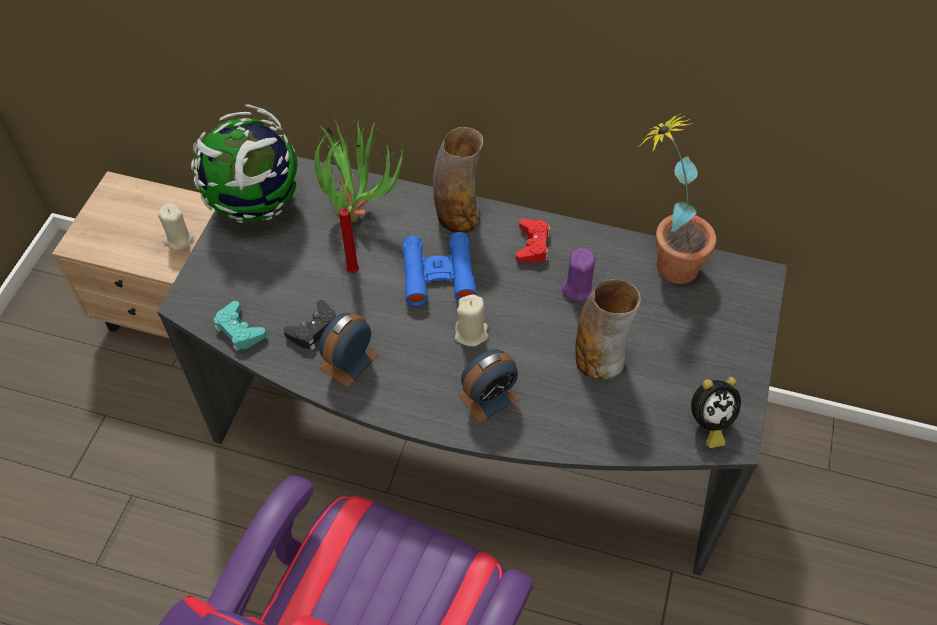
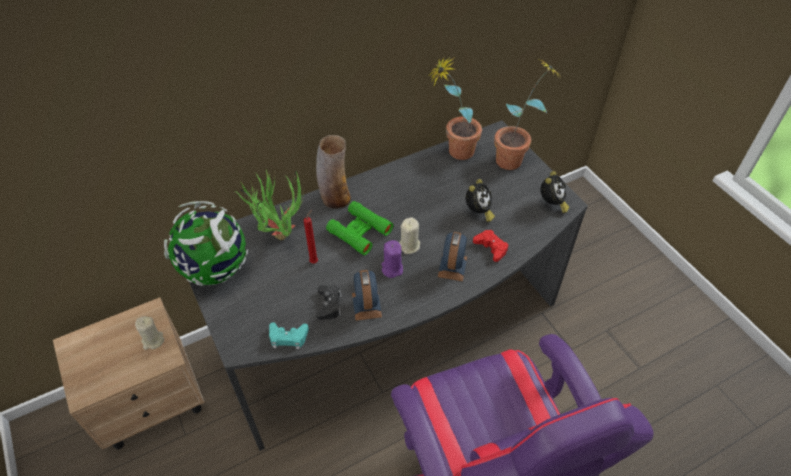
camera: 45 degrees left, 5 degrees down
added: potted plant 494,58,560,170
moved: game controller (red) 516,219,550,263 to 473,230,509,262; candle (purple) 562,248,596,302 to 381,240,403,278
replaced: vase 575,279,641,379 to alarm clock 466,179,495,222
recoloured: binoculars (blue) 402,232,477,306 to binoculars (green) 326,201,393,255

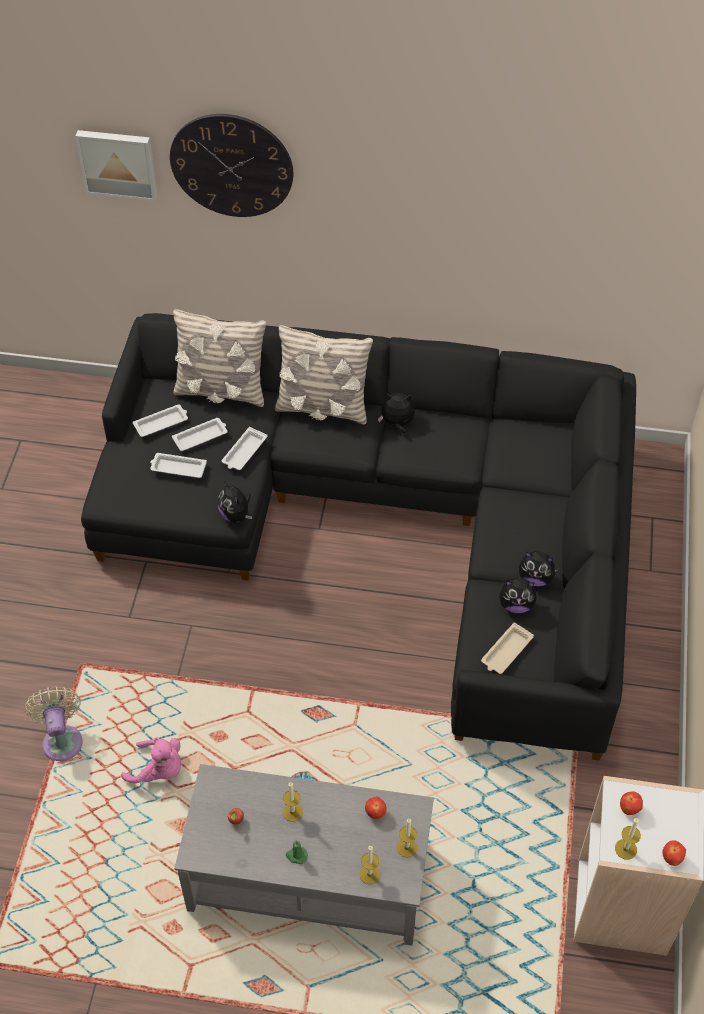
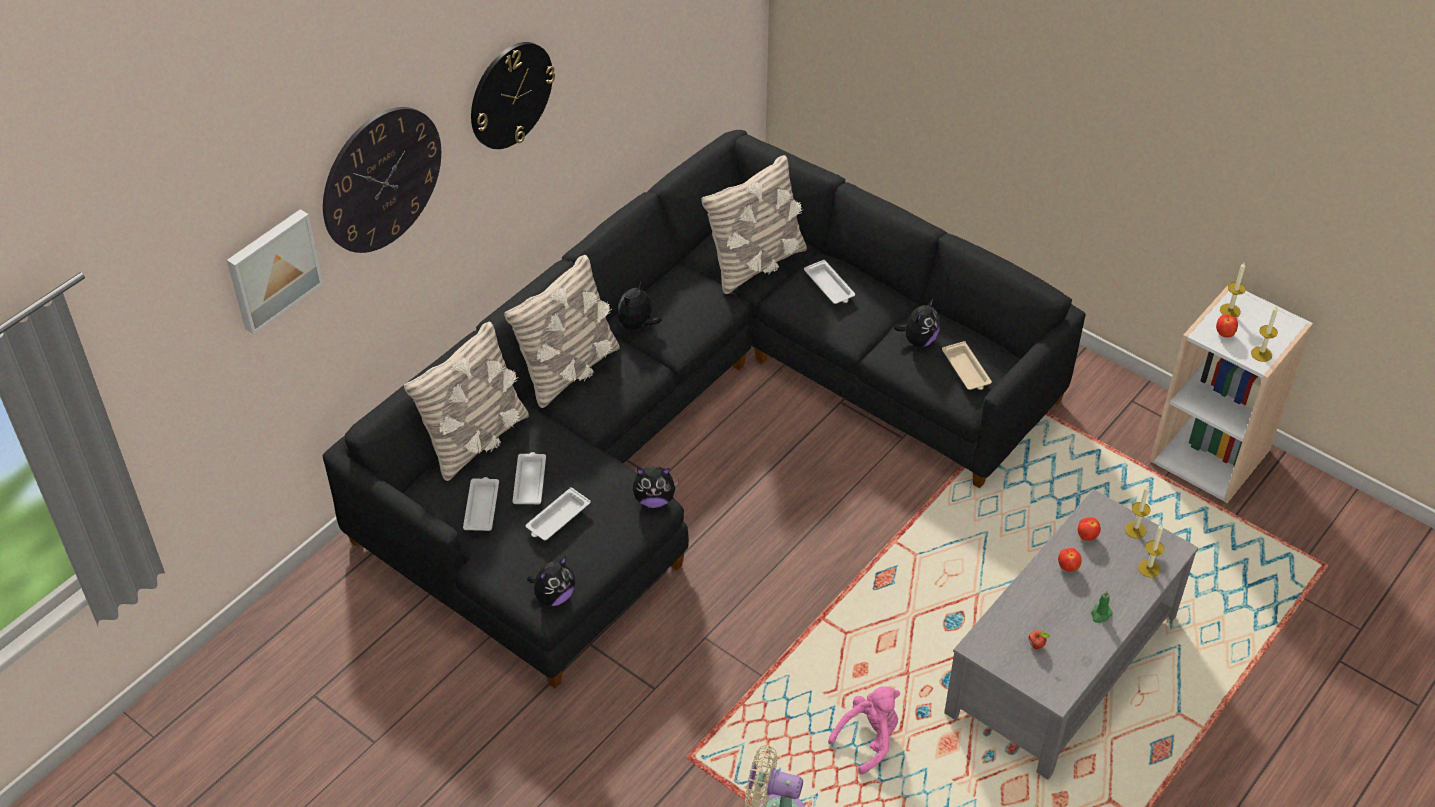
camera: 60 degrees left, 5 degrees down
added: wall clock 471,42,555,149; pillow (beige) 701,155,807,294
moved: tray (white) 222,427,267,470 to 804,260,855,304; candle 283,782,303,822 to 1220,263,1246,317; plush toy 519,551,560,587 to 527,556,575,606; apple 663,840,686,866 to 1058,548,1082,572

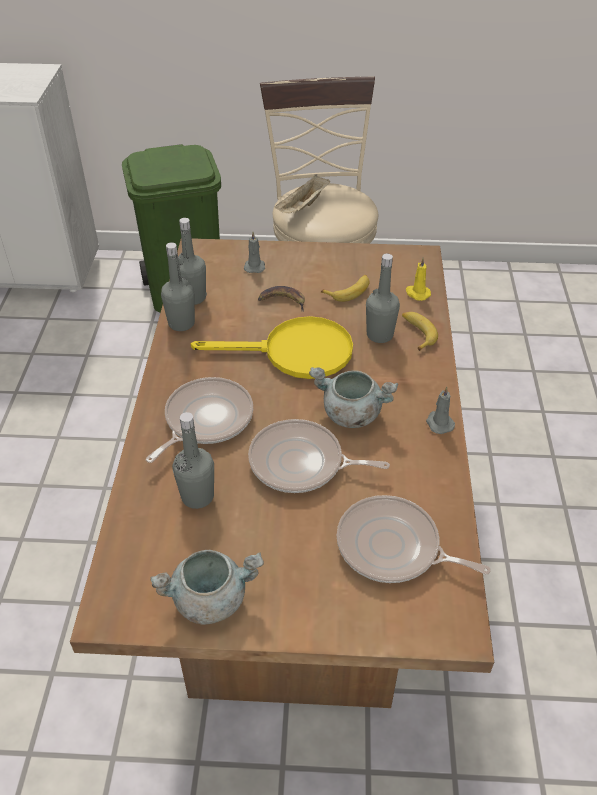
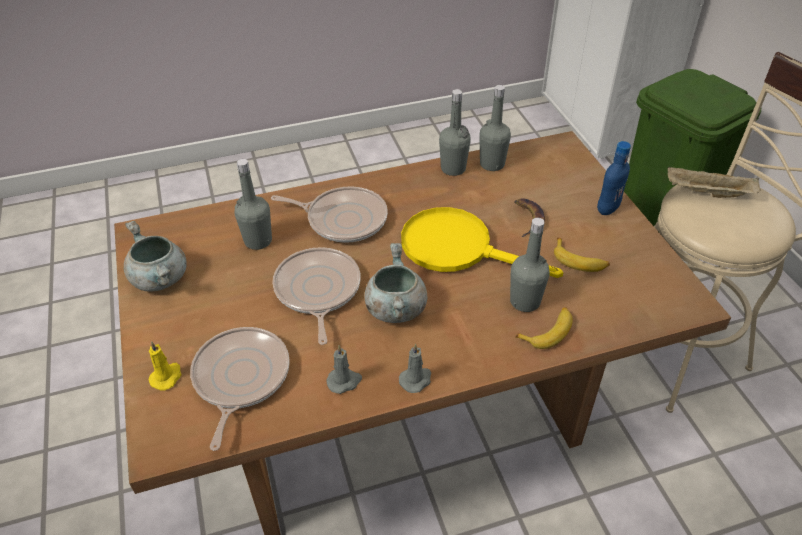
camera: 70 degrees right, 0 degrees up
added: bottle (blue) 597,141,631,215
moved: candle (grey) 244,232,265,273 to 326,345,362,394; candle (yellow) 406,258,431,301 to 148,341,182,391
turned: frying pan (yellow) 191,316,353,379 = 401,207,563,278 135 degrees clockwise

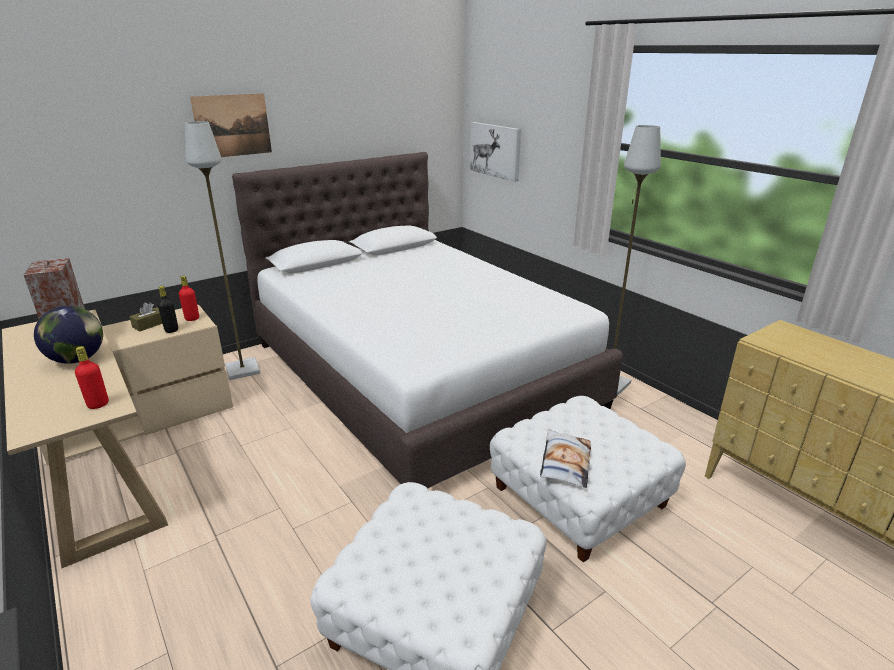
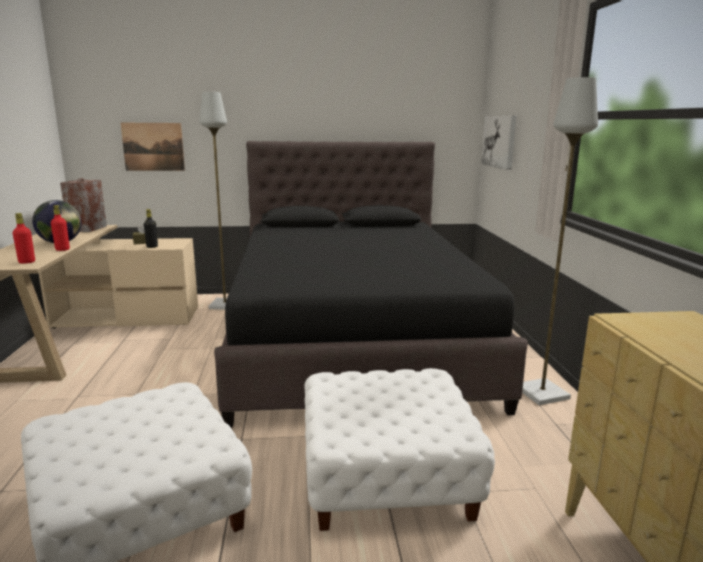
camera: 30 degrees right, 10 degrees down
removed: pillow 540,429,591,488
moved: bottle (red) 179,276,199,321 to 51,205,70,251; picture 190,93,272,157 to 121,123,185,171
recoloured: bed (white) 232,152,623,489 to bed (black) 214,141,528,428

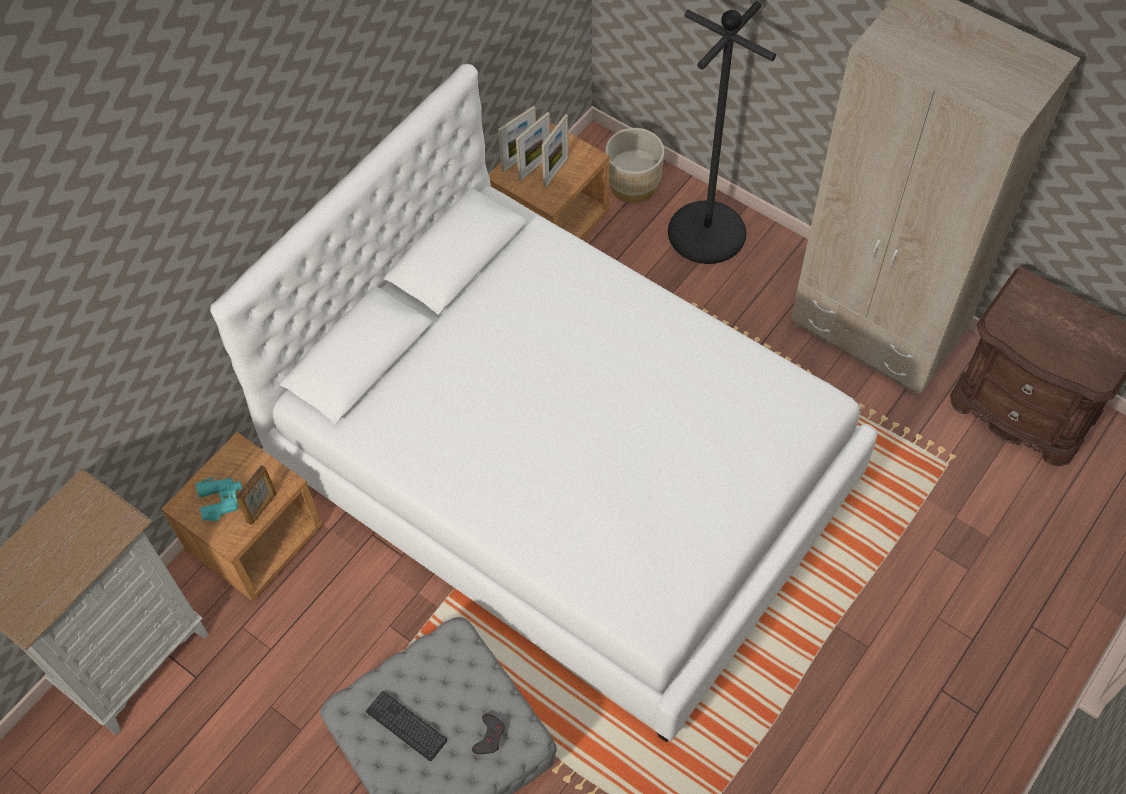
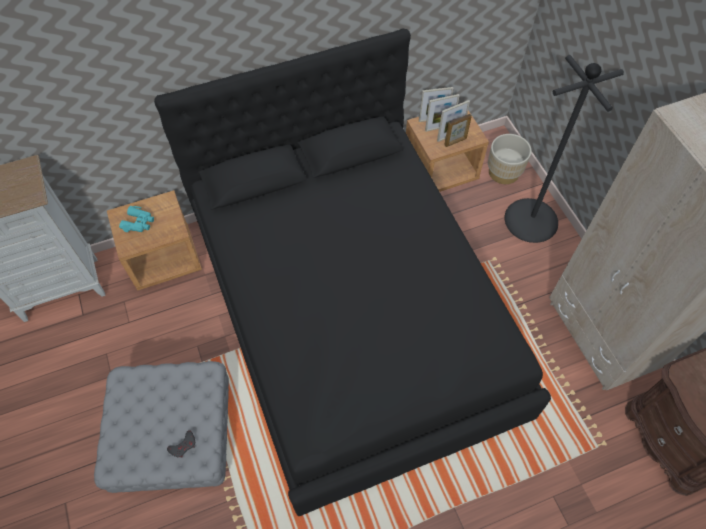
camera: 30 degrees right, 0 degrees up
removed: keyboard 366,691,447,761
moved: picture frame 235,465,276,525 to 444,114,472,147
recoloured: bed (white) 210,64,878,742 to bed (black) 154,28,551,516

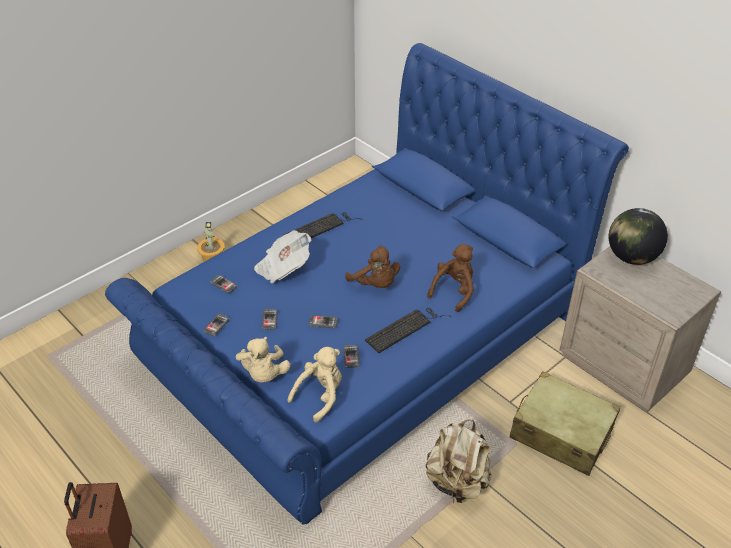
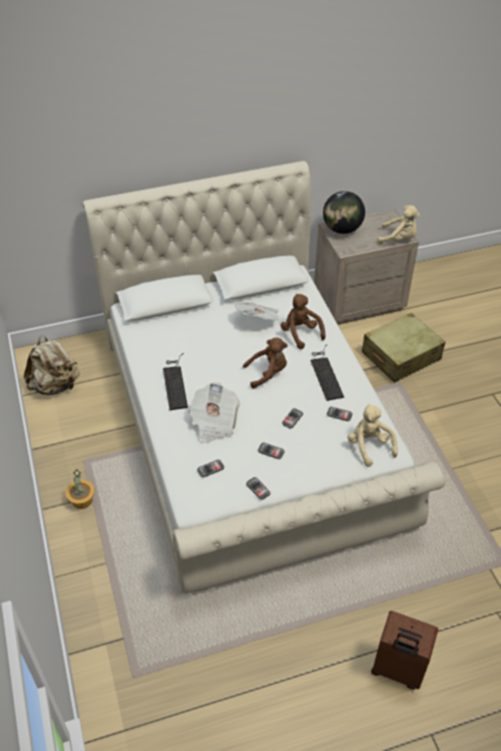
camera: 65 degrees left, 5 degrees up
added: newspaper 235,303,280,320
moved: plush toy (beige) 236,337,291,383 to 377,205,420,244; backpack (beige) 426,419,492,504 to 24,335,80,395
recoloured: bed (blue) 105,43,629,525 to bed (beige) 82,161,445,594

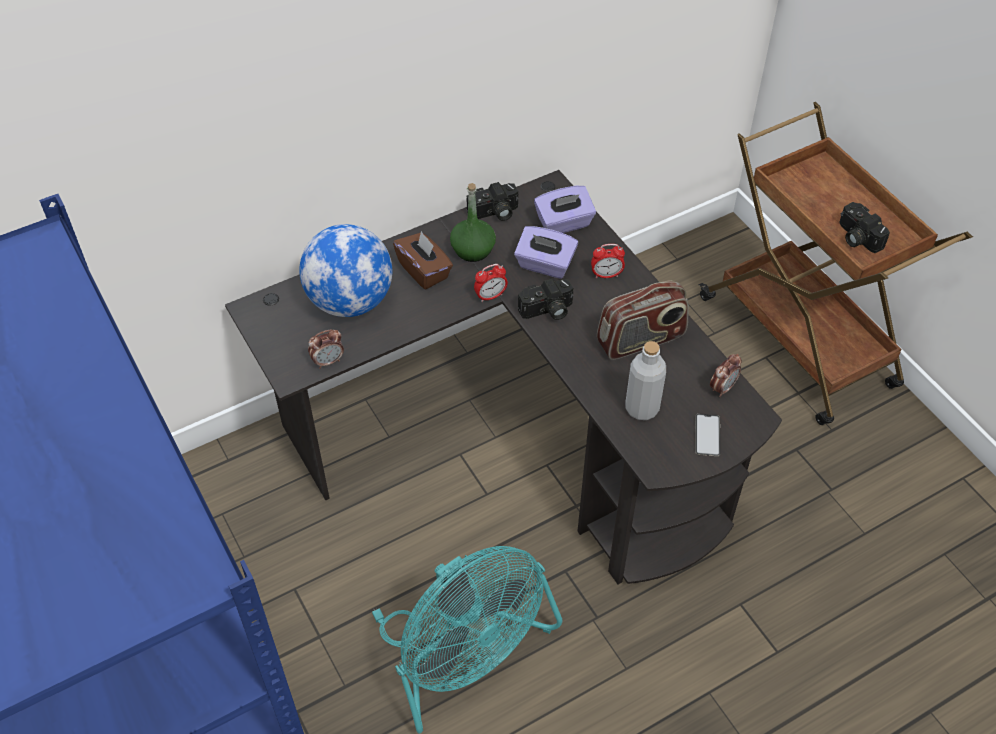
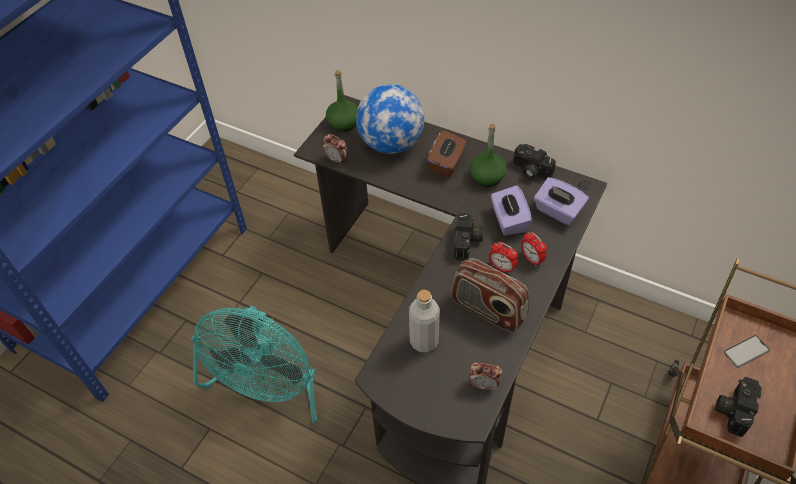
camera: 60 degrees right, 0 degrees up
added: bottle (green) 326,70,358,132
moved: alarm clock 474,264,508,302 to 489,242,518,273; phone 695,414,720,456 to 724,335,770,368
turned: photo camera 518,279,573,320 = 454,213,484,260 120 degrees counterclockwise

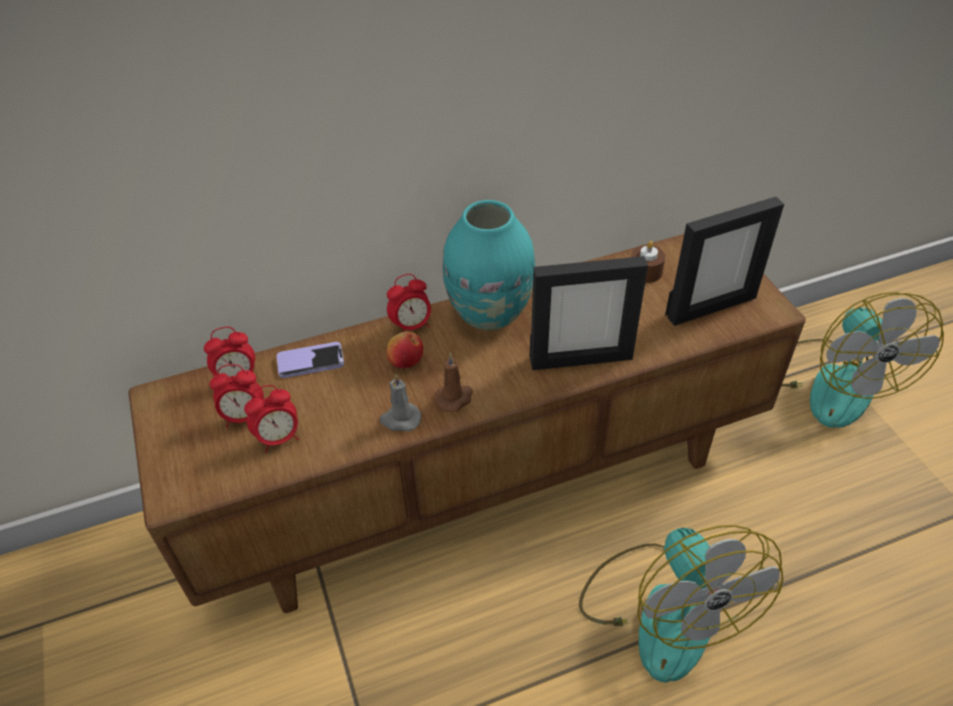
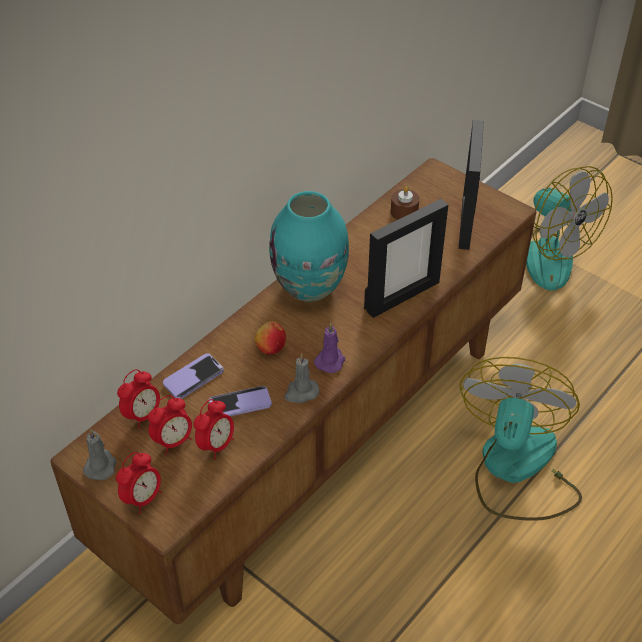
camera: 30 degrees left, 0 degrees up
added: candle (grey) 83,429,116,480; phone 209,386,272,416
moved: alarm clock 387,274,431,332 to 116,452,161,514
recoloured: candle (brown) 434,353,473,412 to candle (purple) 314,323,345,373
turned: fan 579,525,783,683 = 460,357,582,521 120 degrees counterclockwise; picture frame 665,197,784,326 = 459,120,484,250 150 degrees clockwise

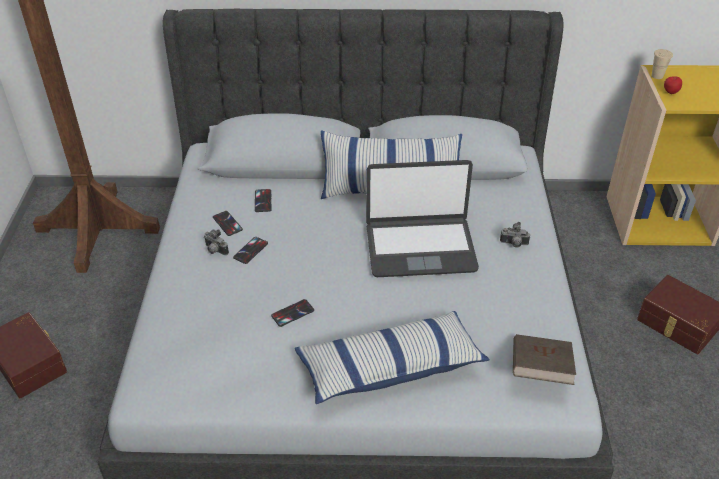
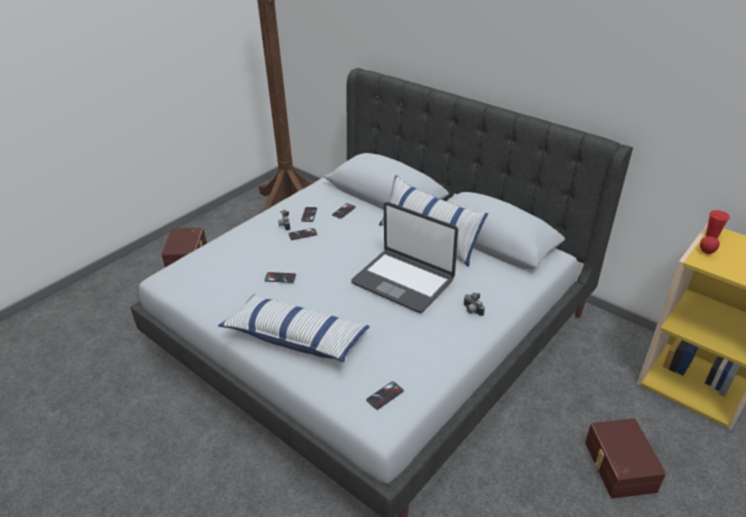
camera: 40 degrees right, 5 degrees down
replaced: book (brown) 513,334,576,385 to phone 366,381,404,410
recoloured: cup (beige) 652,49,673,79 to cup (red) 706,210,730,238

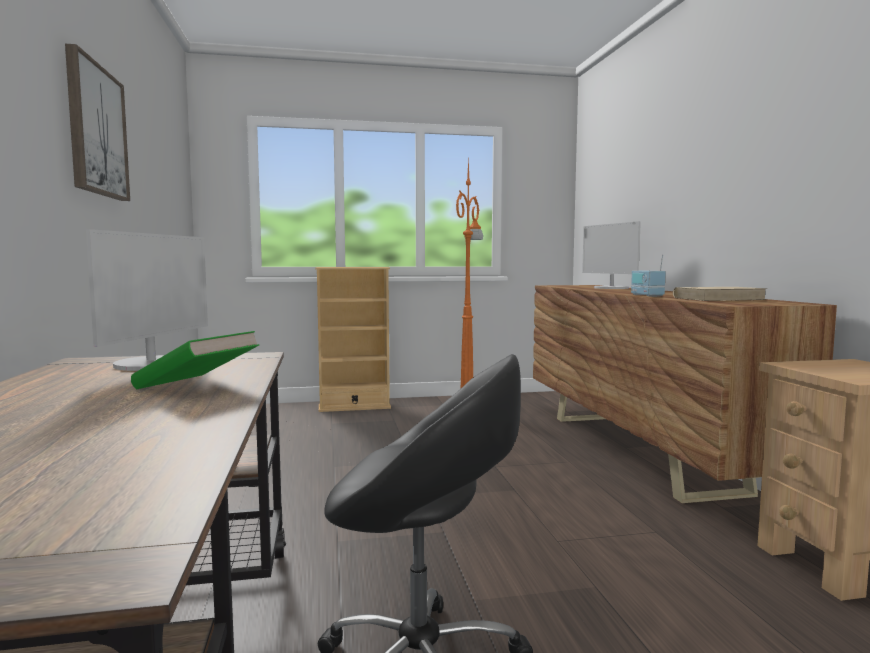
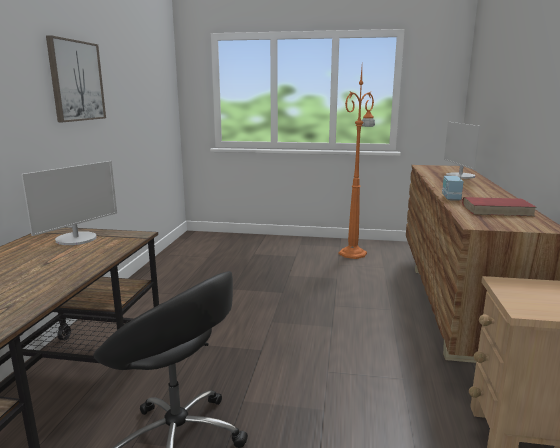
camera: 20 degrees right, 10 degrees up
removed: book (green) 131,331,259,389; bookcase (beige) 315,267,391,412
recoloured: book (beige) 673,287,767,301 to book (red) 462,197,536,216

